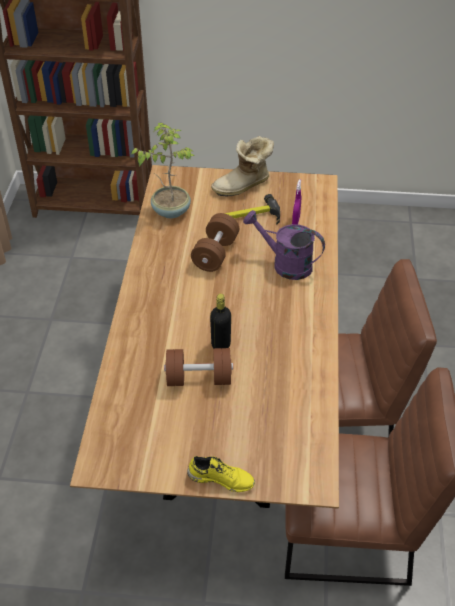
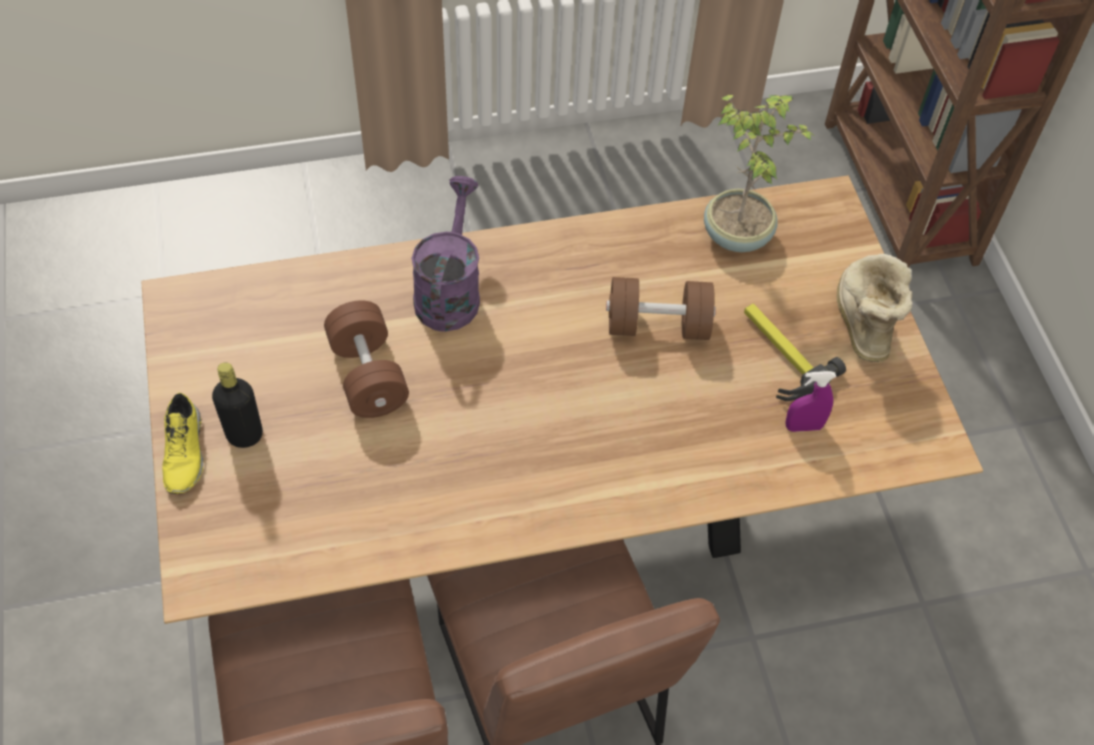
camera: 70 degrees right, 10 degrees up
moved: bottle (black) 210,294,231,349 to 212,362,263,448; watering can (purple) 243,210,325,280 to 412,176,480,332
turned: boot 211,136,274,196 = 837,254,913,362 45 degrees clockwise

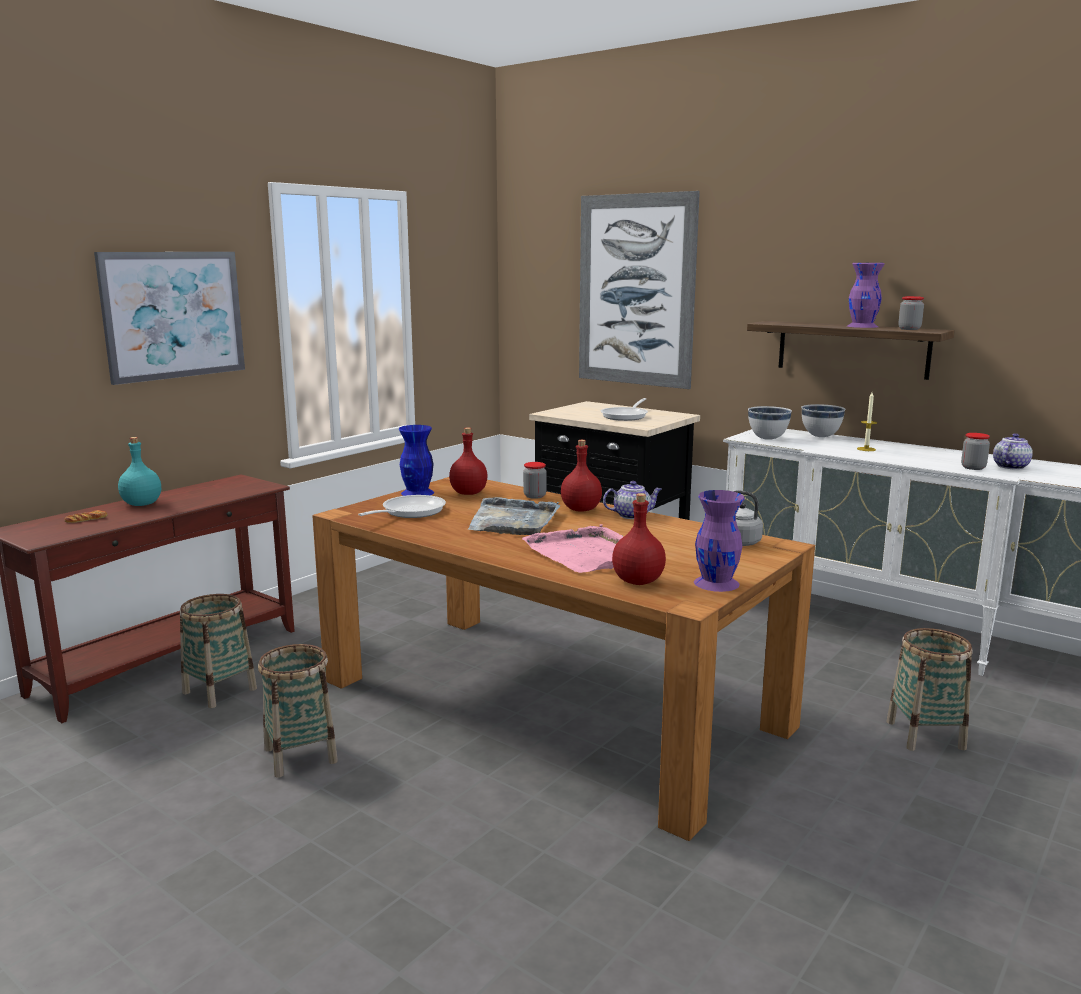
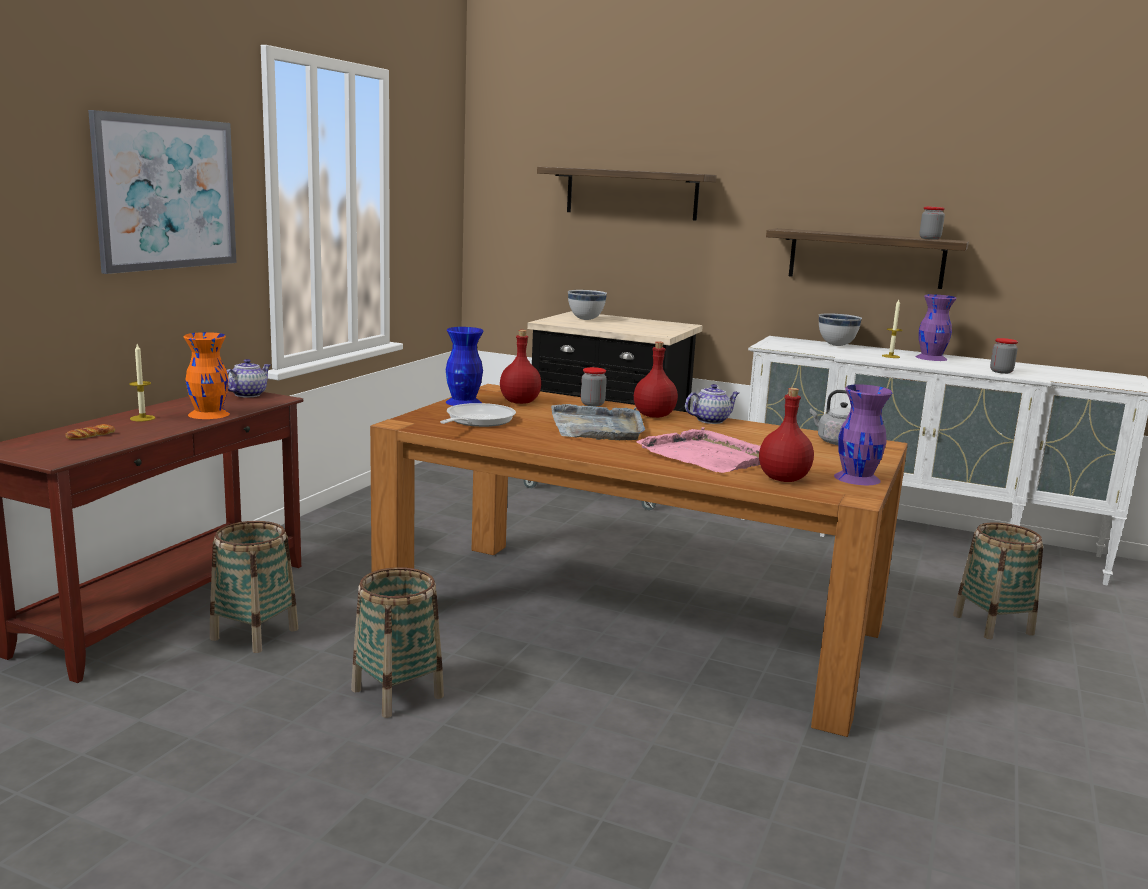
camera: 15 degrees left, 0 degrees up
removed: frying pan 601,398,648,421
added: vase (orange) 184,332,230,419
moved: bowl (white) 748,406,792,440 to 567,290,607,320; vase (purple) 847,263,884,328 to 915,294,957,361; teapot 993,433,1033,470 to 226,359,270,398
replaced: bottle (turquoise) 118,437,161,506 to candle 129,344,155,421; picture 579,191,700,389 to shelf 537,166,717,221

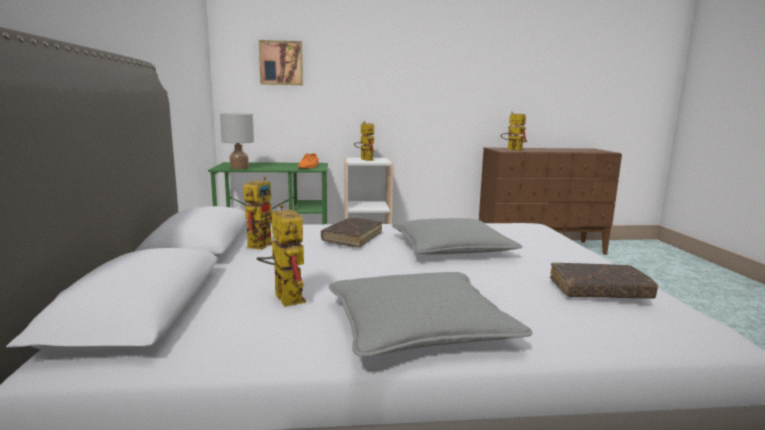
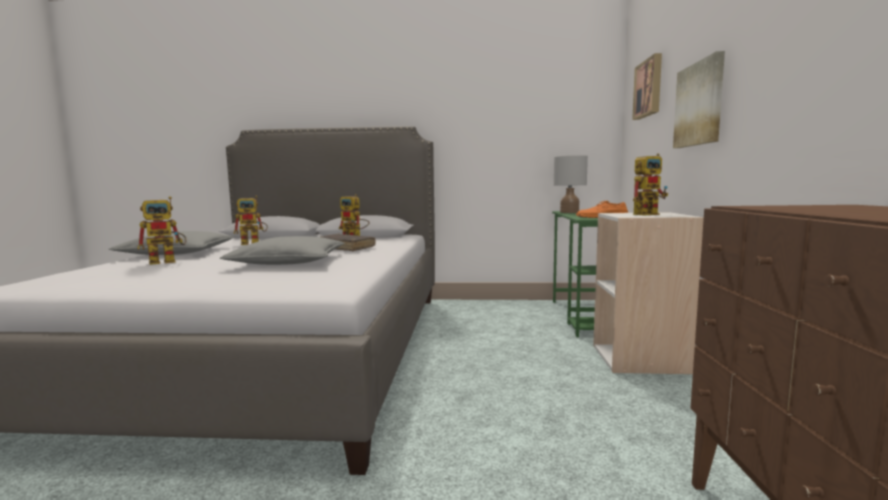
camera: 100 degrees right, 5 degrees down
removed: book (brown) 550,263,658,299
added: picture 673,51,725,148
moved: toy robot 500,112,527,151 to 138,196,186,265

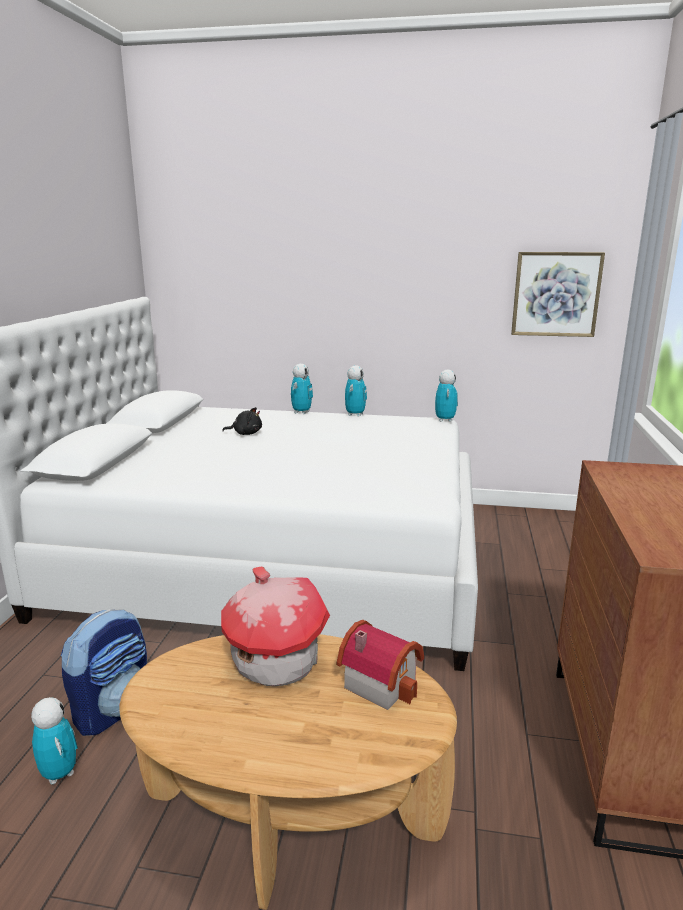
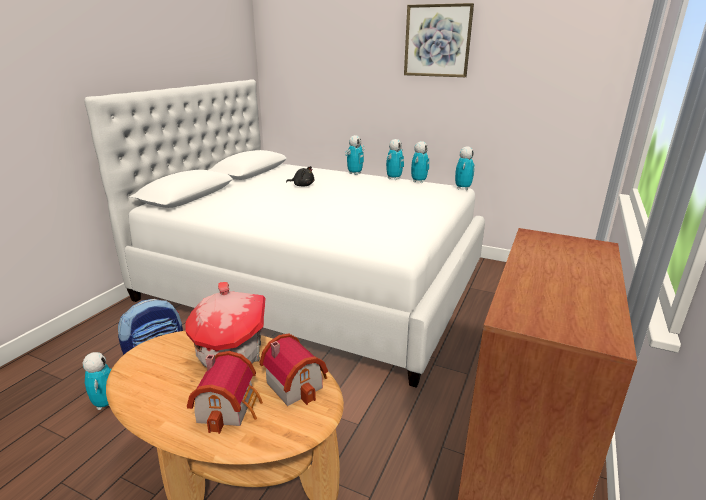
camera: 15 degrees right, 5 degrees up
added: toy house 187,351,263,434; toy robot 411,141,429,183
moved: picture 511,252,605,337 to 404,3,474,77

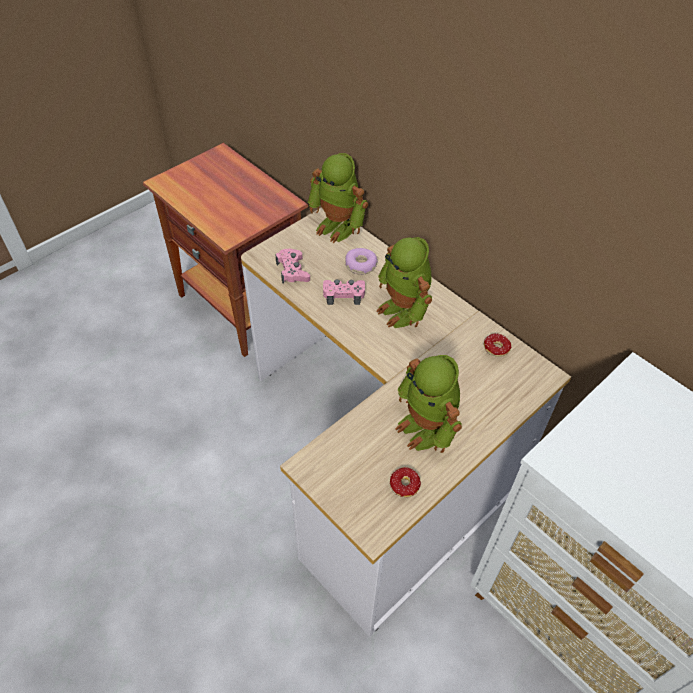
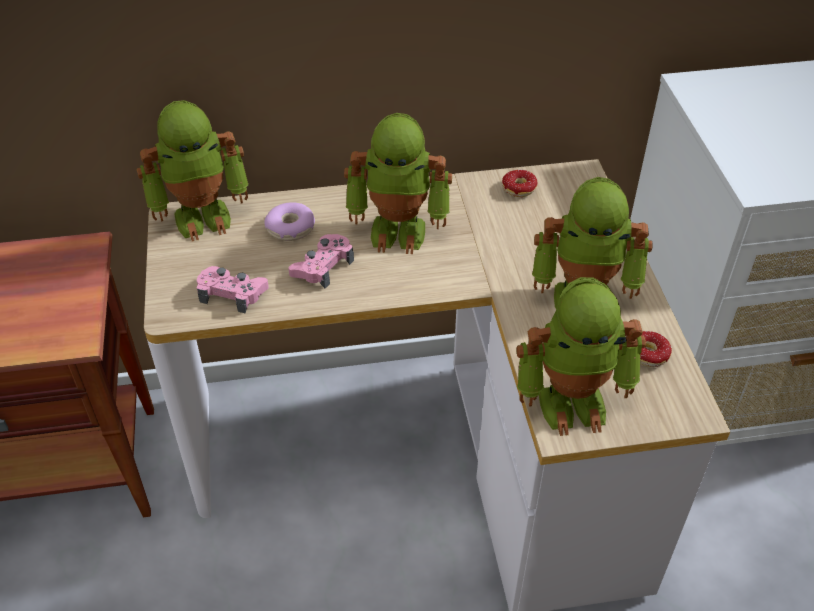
camera: 55 degrees left, 5 degrees down
added: toy robot 516,277,646,436

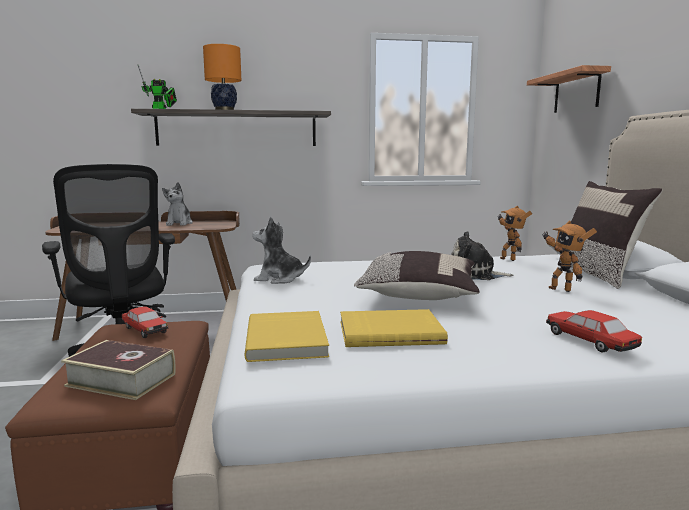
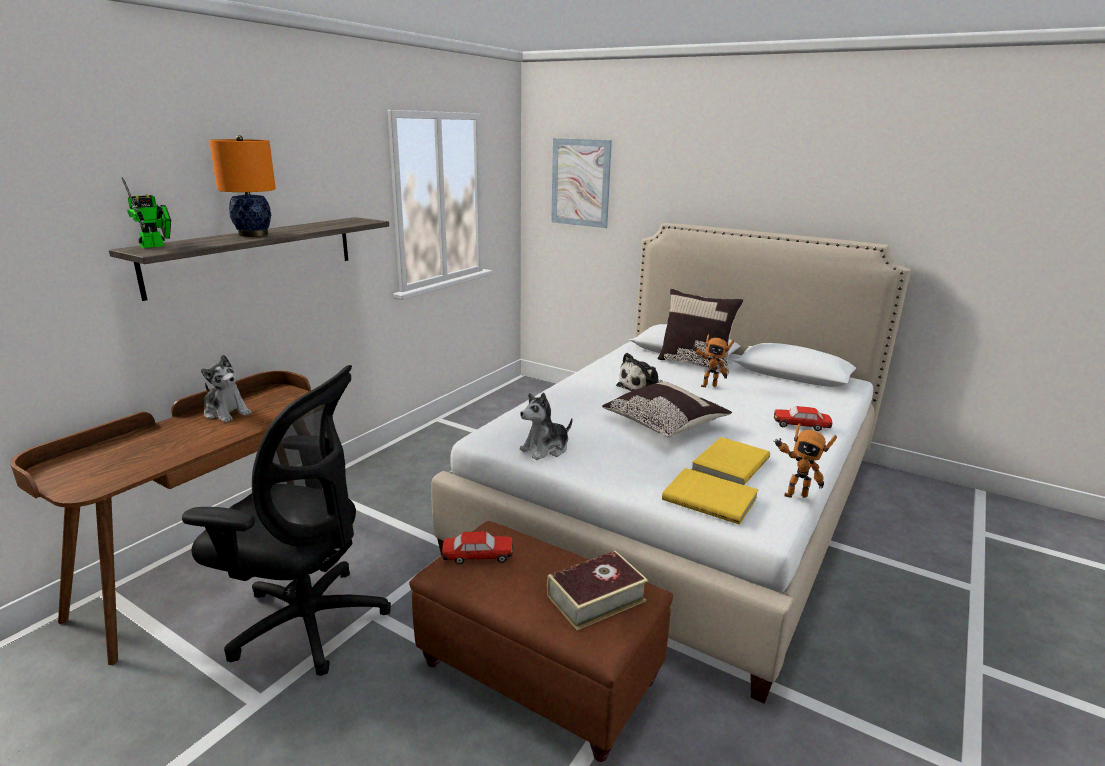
camera: 50 degrees left, 10 degrees up
moved: toy robot 498,206,532,261 to 773,423,837,498
replaced: shelf 527,65,611,113 to picture 551,138,612,228

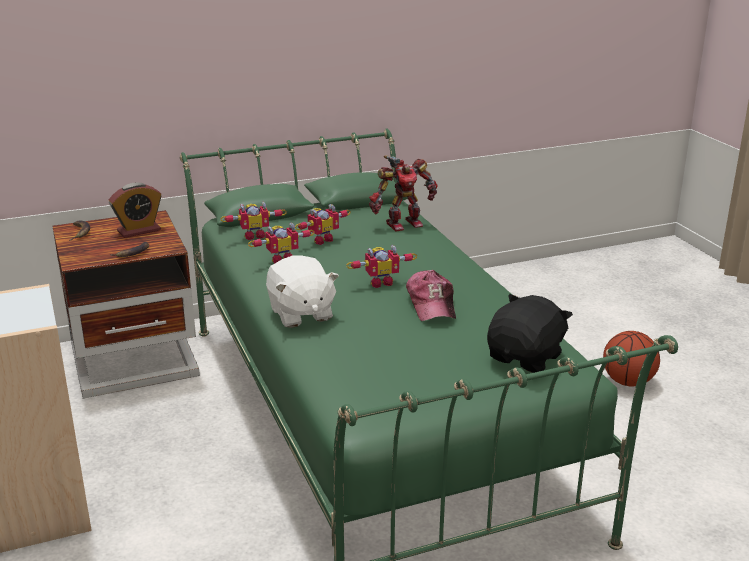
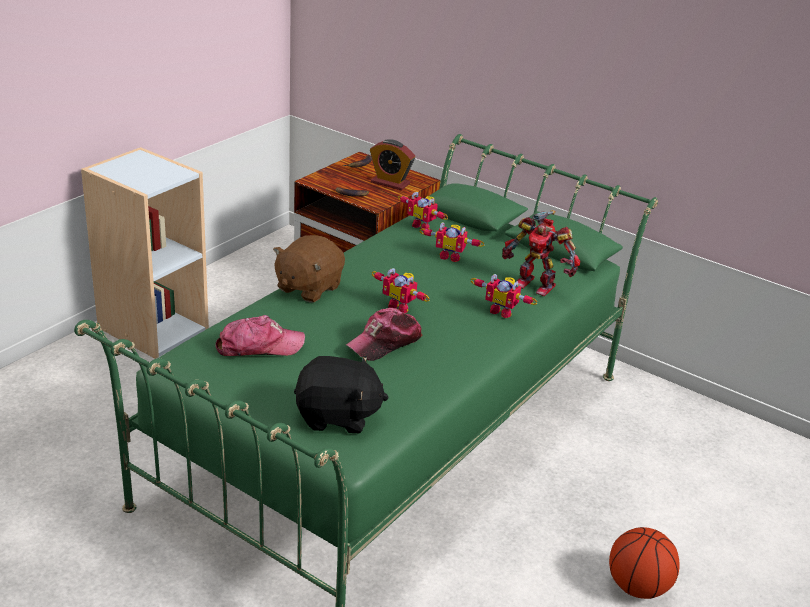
camera: 55 degrees right, 5 degrees up
added: cap 216,315,305,356
moved: toy robot 248,223,315,263 to 471,274,537,318
recoloured: plush toy (white) 266,255,339,328 to plush toy (brown) 273,235,345,302

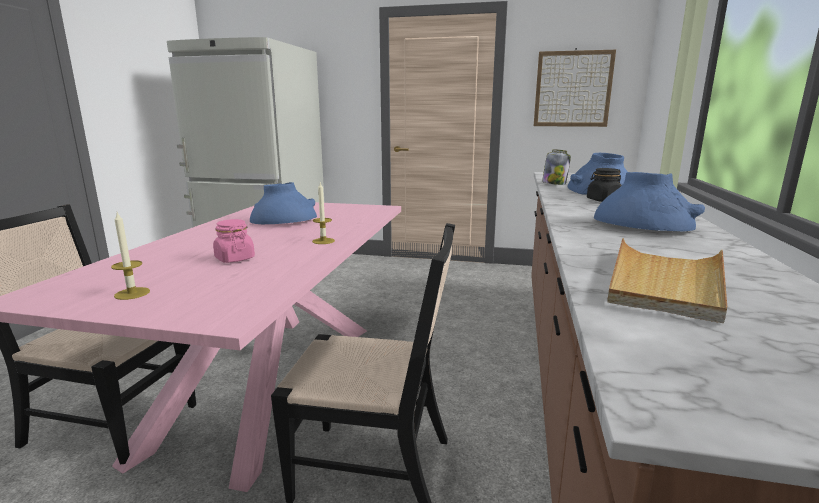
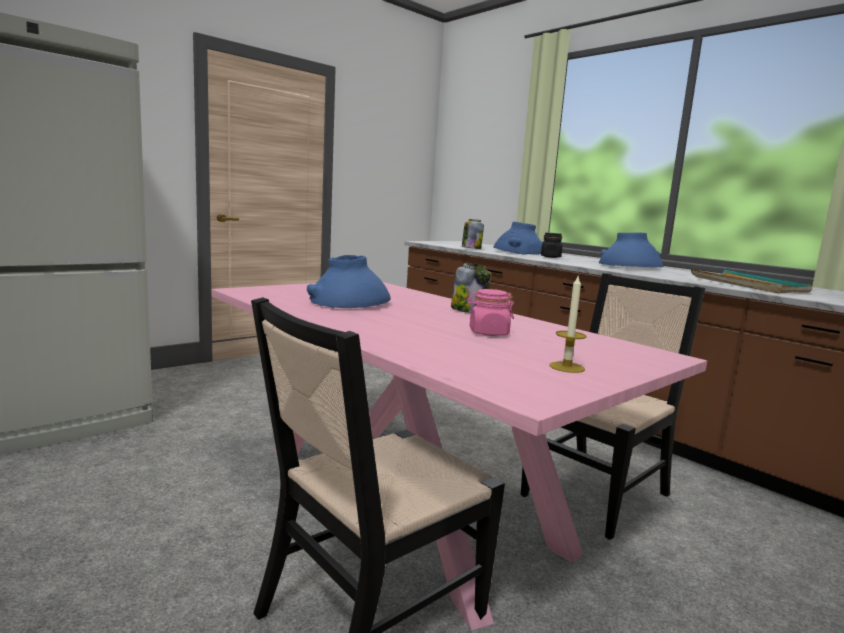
camera: 55 degrees left, 5 degrees down
removed: picture 534,48,616,127
replaced: candle 312,183,335,244 to jar 451,263,491,313
recoloured: tray (beige) 607,238,727,323 to tray (turquoise) 691,269,813,293

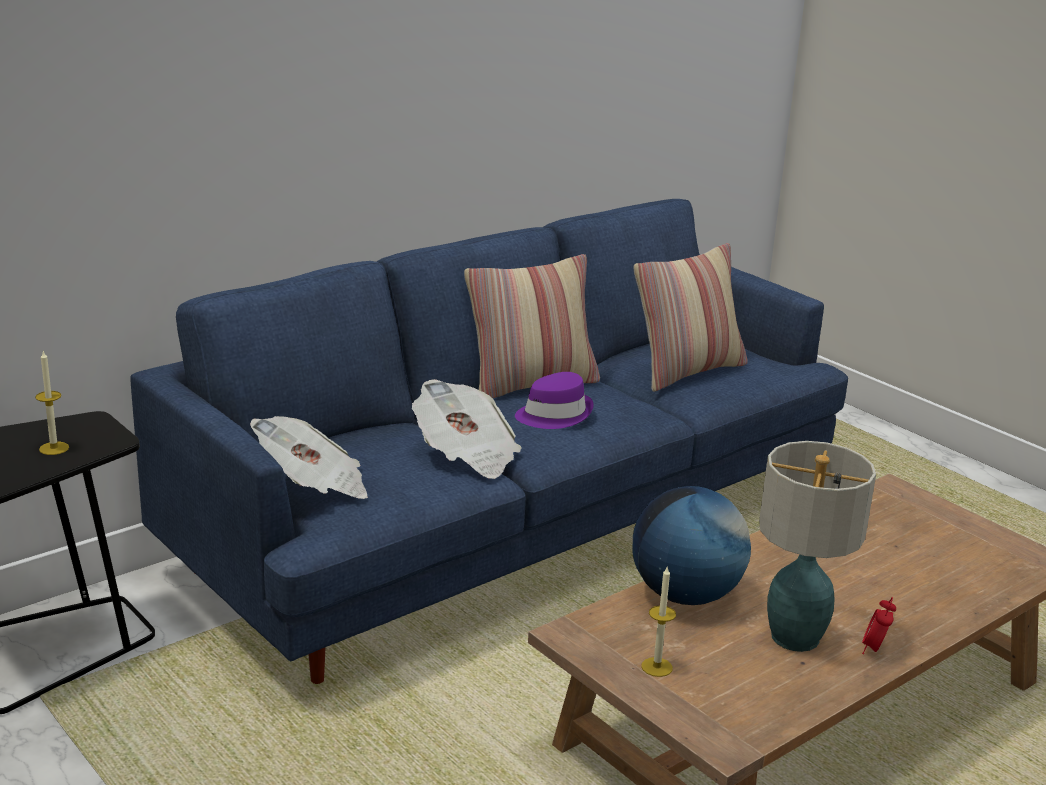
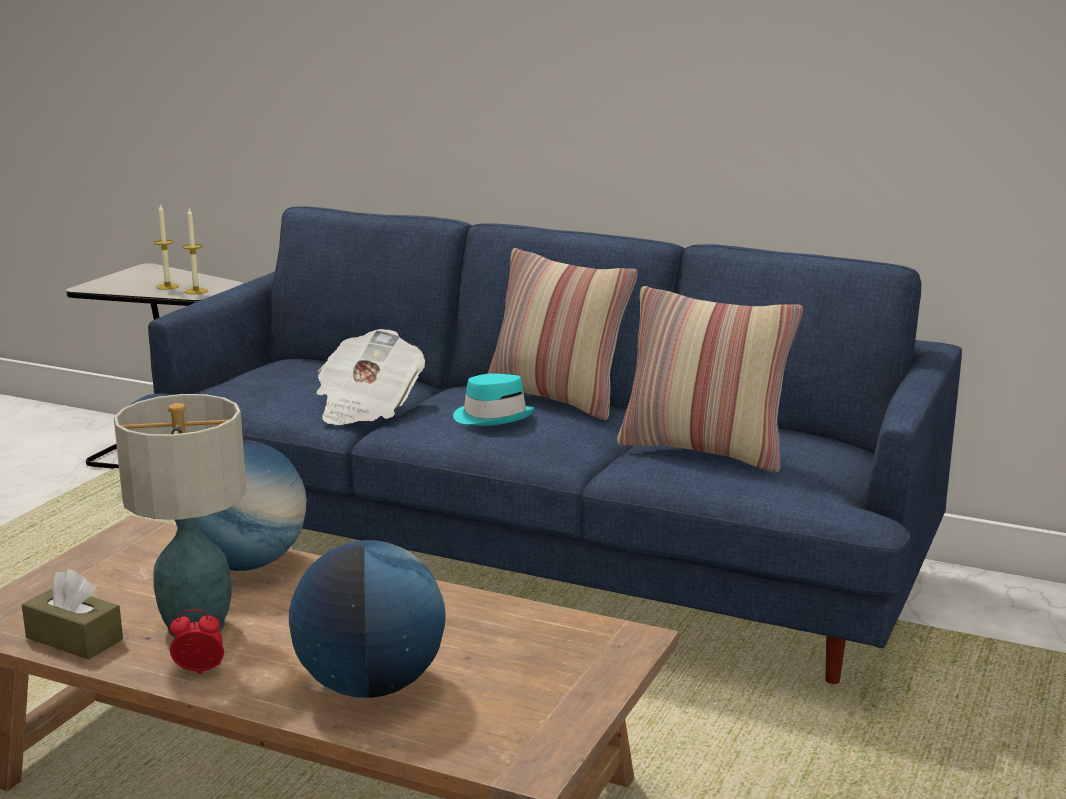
camera: 65 degrees right, 5 degrees down
removed: newspaper 250,416,368,499
added: tissue box (brown) 22,569,123,659; globe 289,540,446,698
moved: candle 641,566,676,677 to 183,207,208,294
recoloured: hat (purple) 515,372,594,429 to hat (turquoise) 453,373,534,426

